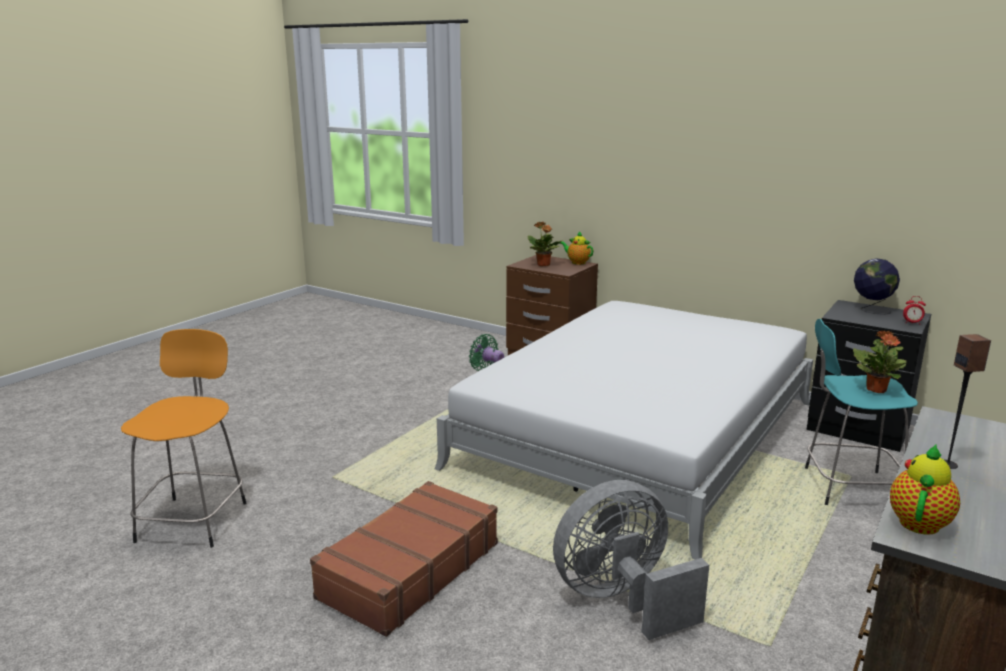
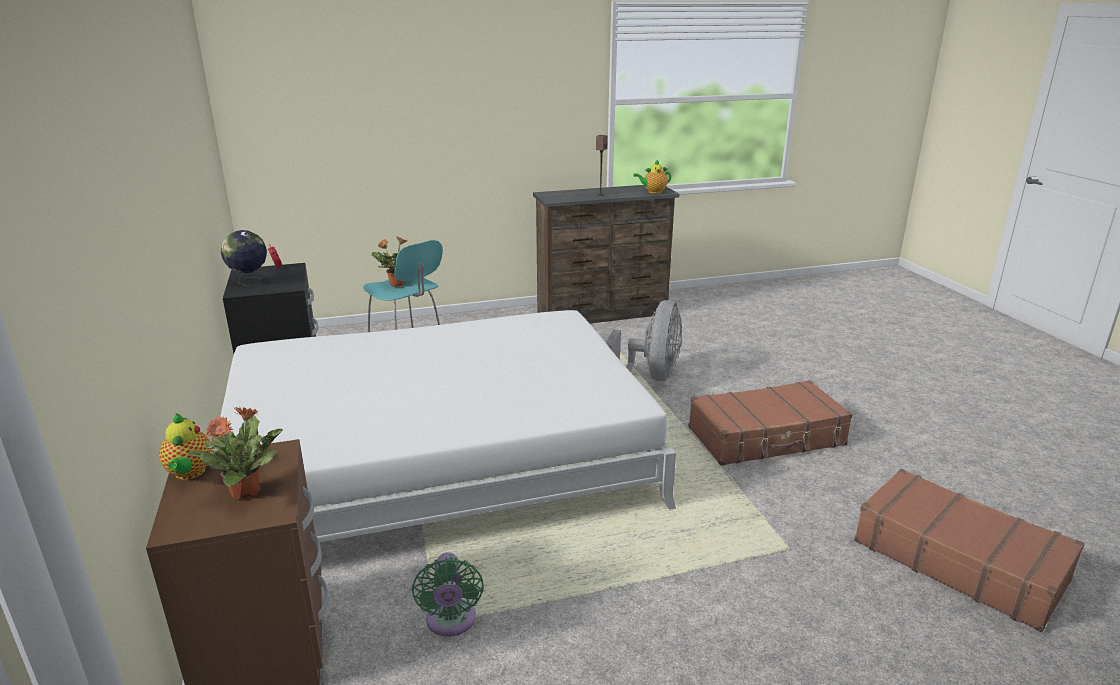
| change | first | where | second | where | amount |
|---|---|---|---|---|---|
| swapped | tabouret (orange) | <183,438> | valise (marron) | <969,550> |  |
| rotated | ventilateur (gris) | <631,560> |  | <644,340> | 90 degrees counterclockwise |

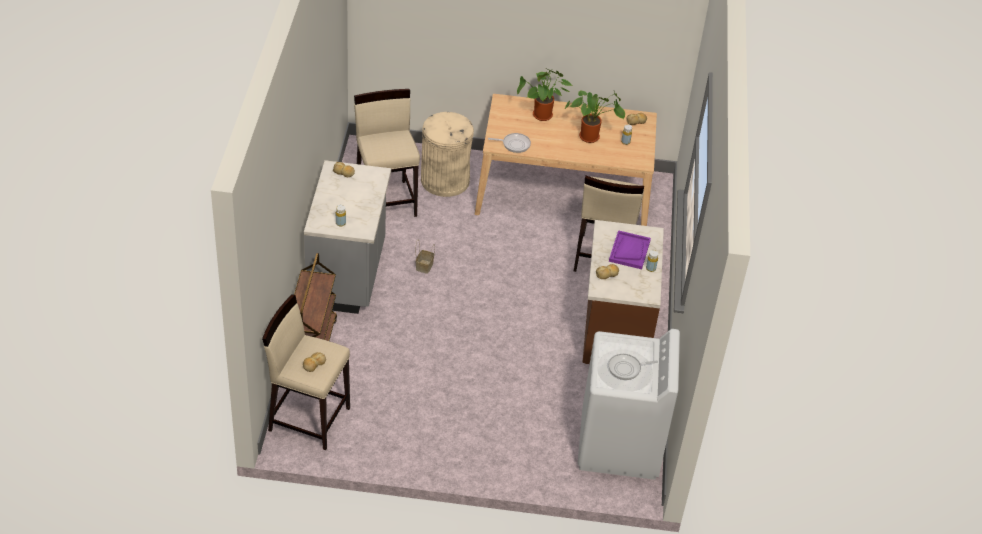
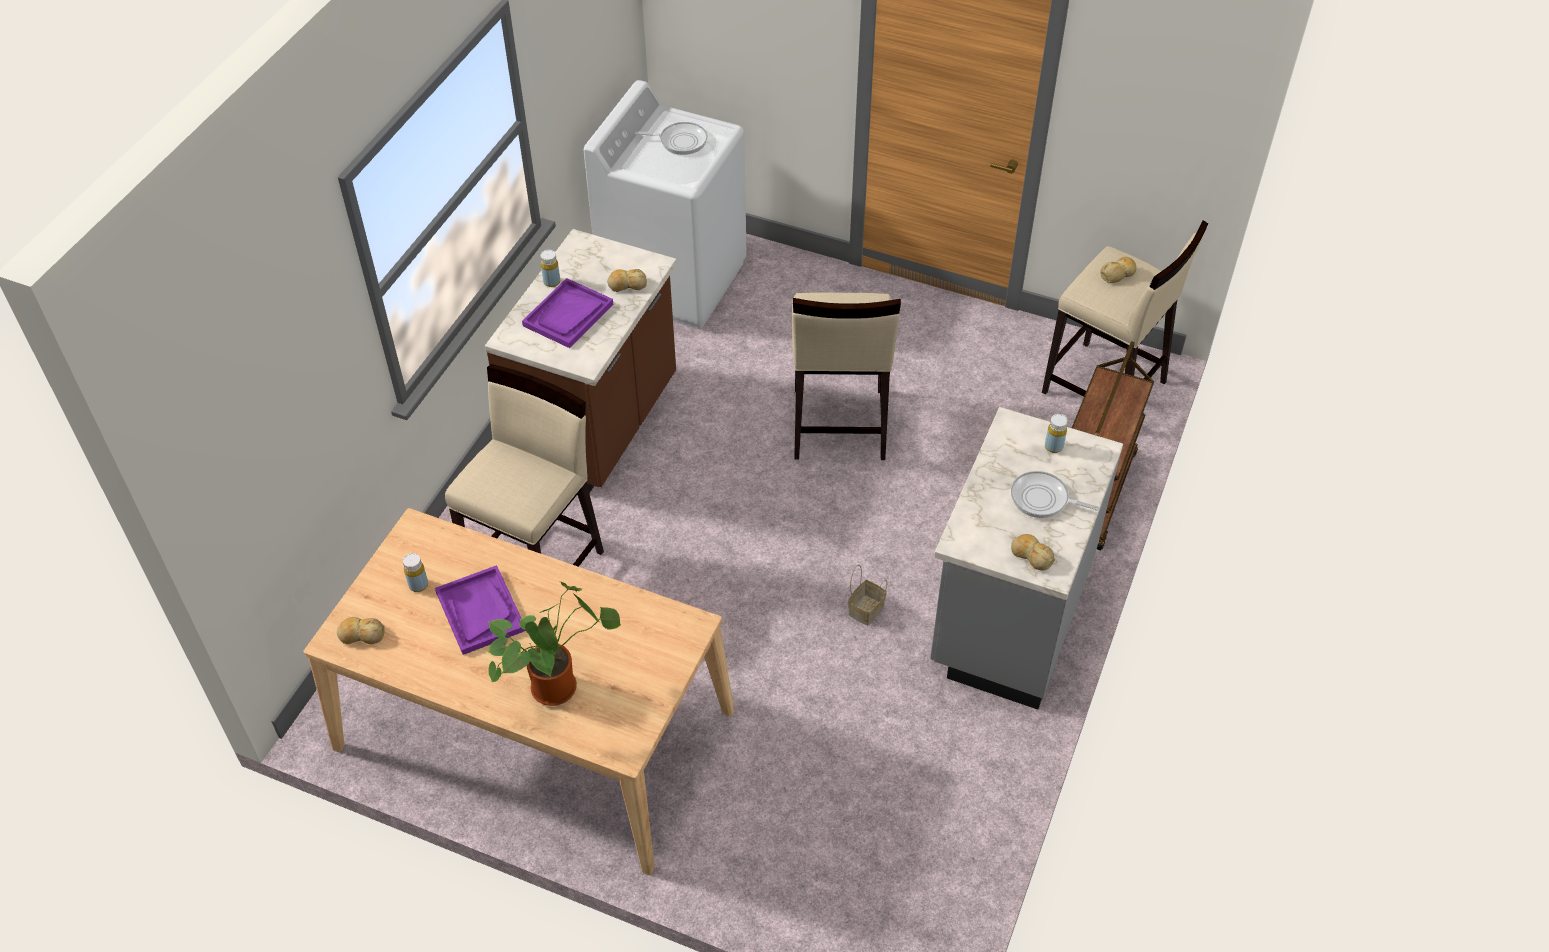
| change | first | where | second | where | amount |
|---|---|---|---|---|---|
| shifted | tabouret (beige) | <387,153> |  | <846,376> |  |
| swapped | plante en pot | <595,116> | plateau (violet) | <480,610> |  |
| gone | poubelle (beige) | <447,154> |  |  |  |
| shifted | poêle | <509,143> |  | <1055,494> |  |

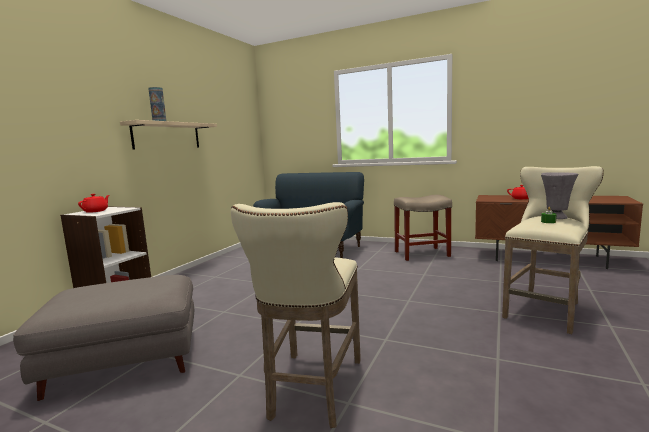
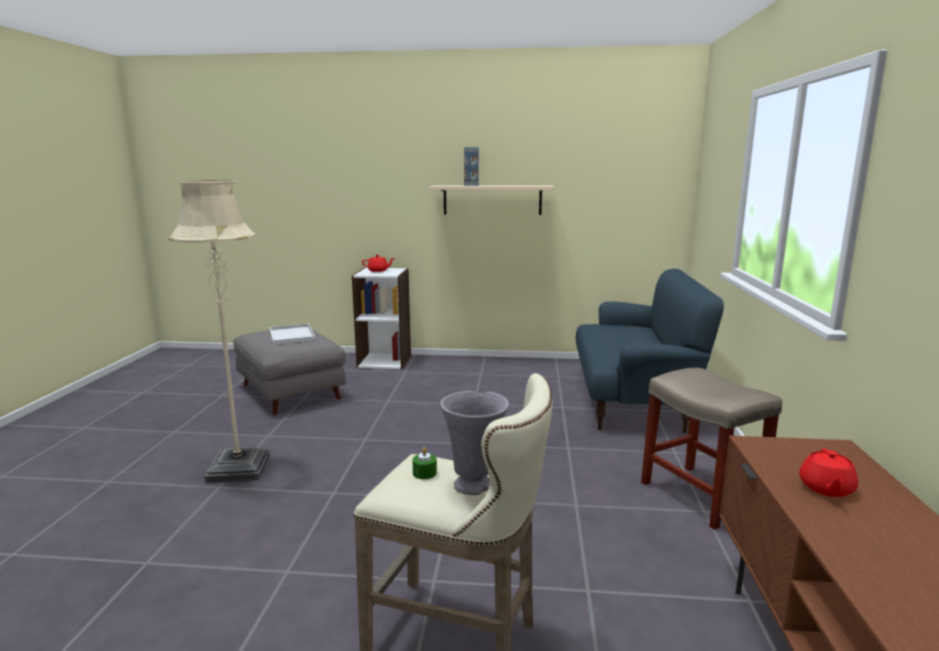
| change | first | where | second | where | amount |
|---|---|---|---|---|---|
| swapped | tabouret (beige) | <296,315> | lampadaire (beige) | <219,332> |  |
| new |  |  | plateau (blanc) | <292,334> |  |

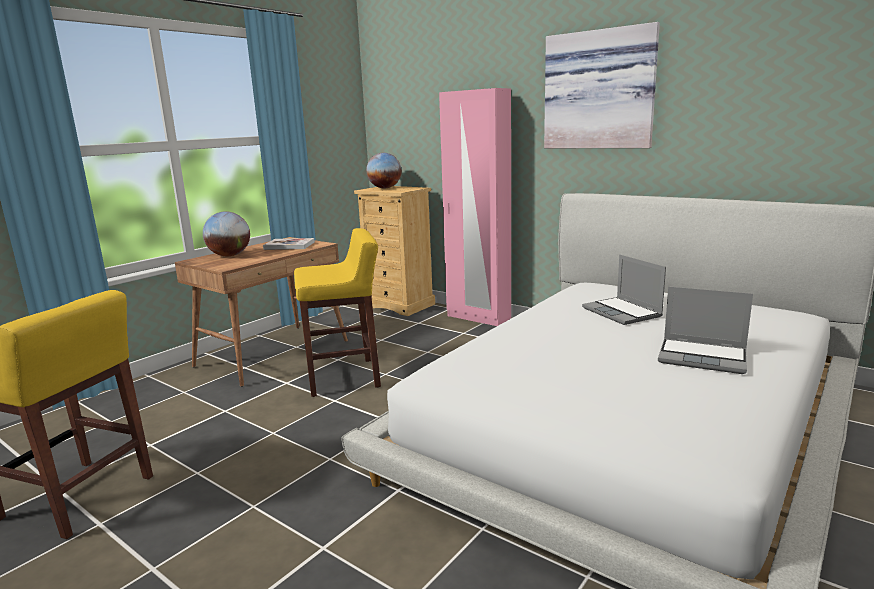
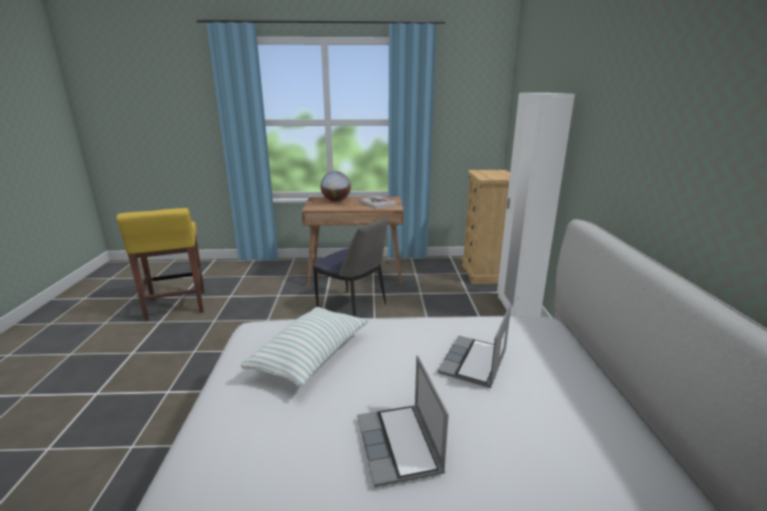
| change | first | where | second | where | amount |
|---|---|---|---|---|---|
| gone | tableau | <602,85> |  |  |  |
| repainted | armoire (rose) | <475,207> | armoire (blanc) | <536,205> |  |
| gone | globe | <384,170> |  |  |  |
| swapped | tabouret (jaune) | <337,312> | chaise | <350,267> |  |
| new |  |  | coussin | <304,347> |  |

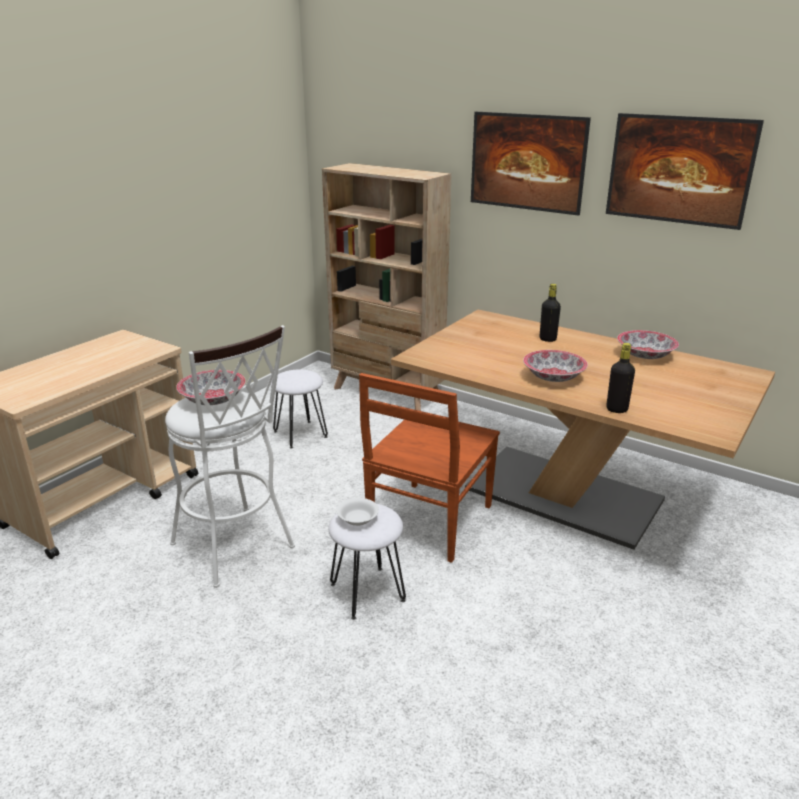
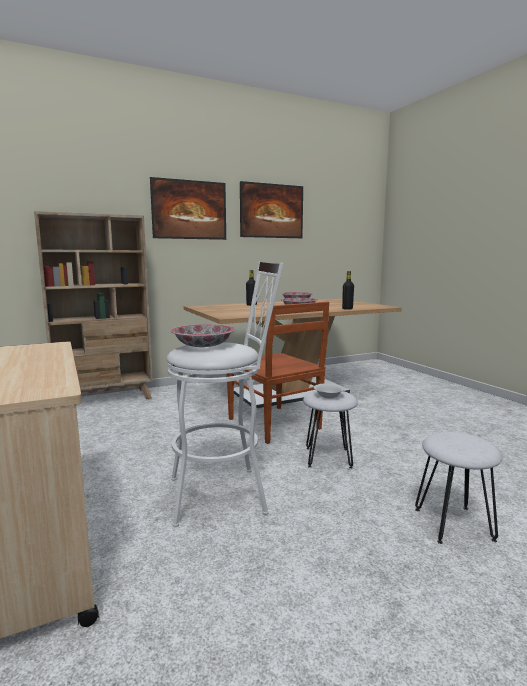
| change | first | where | second | where | amount |
|---|---|---|---|---|---|
| shifted | tabouret (blanc) | <299,408> |  | <458,488> |  |

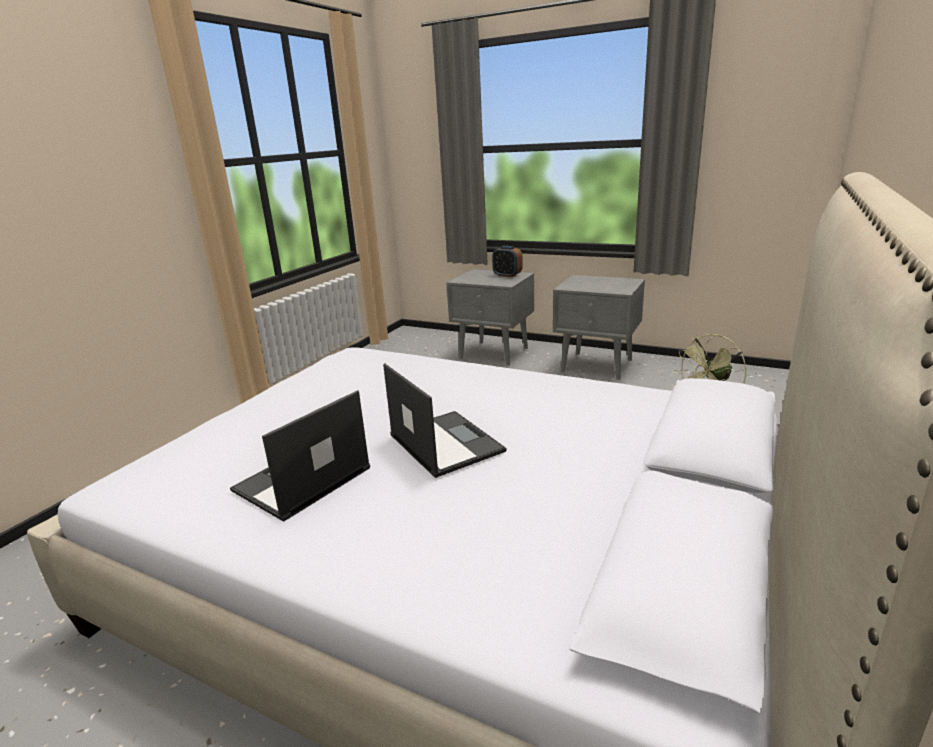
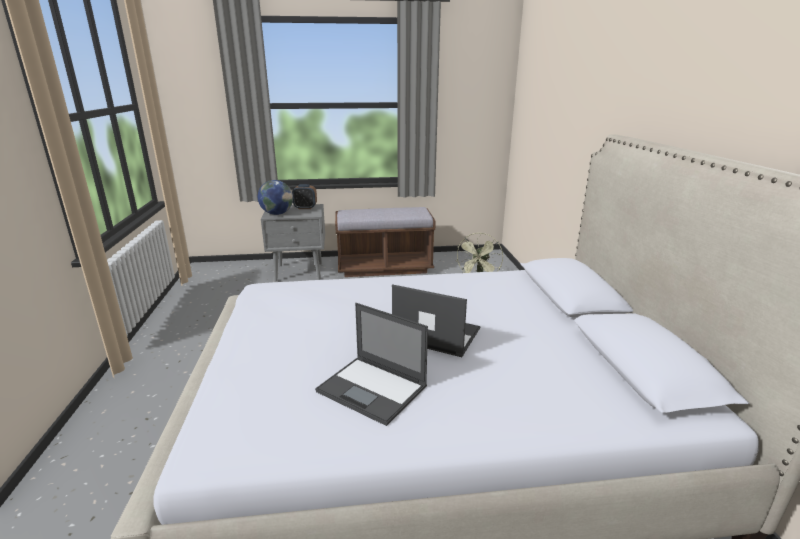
| change | first | where | second | where | amount |
|---|---|---|---|---|---|
| swapped | table de chevet (gris) | <599,327> | banc (marron) | <385,242> |  |
| rotated | ordinateur portable | <300,456> |  | <371,364> | 60 degrees counterclockwise |
| new |  |  | globe | <275,197> |  |

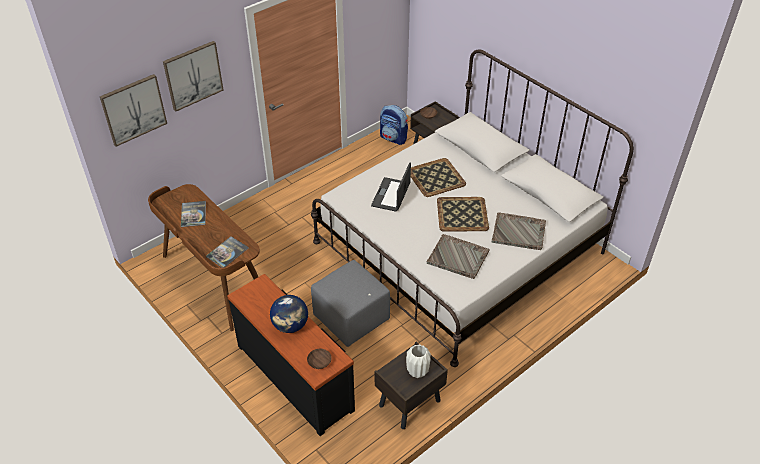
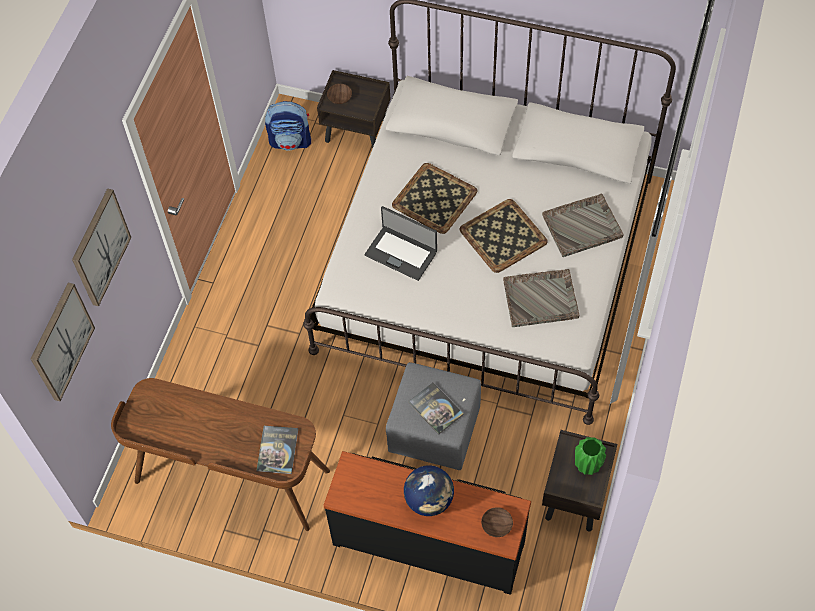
| change | first | where | second | where | amount |
|---|---|---|---|---|---|
| rotated | ordinateur portable | <391,187> |  | <400,243> | 45 degrees counterclockwise |
| shifted | livre | <193,214> |  | <436,408> |  |
| repainted | vase (blanc) | <418,361> | vase (vert) | <590,456> |  |

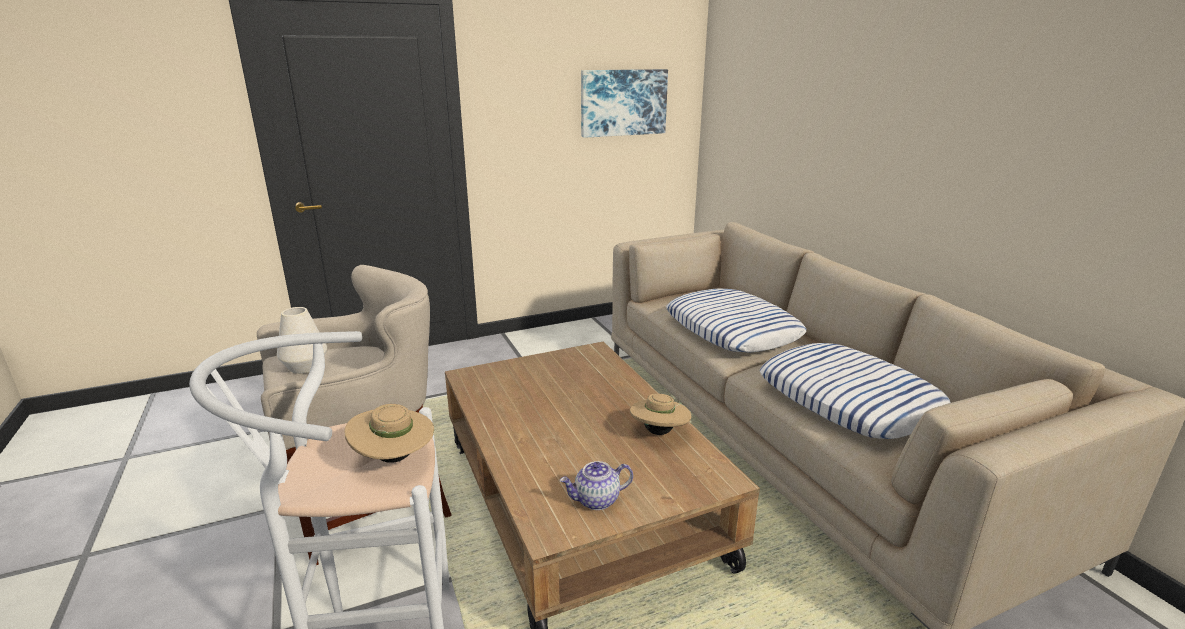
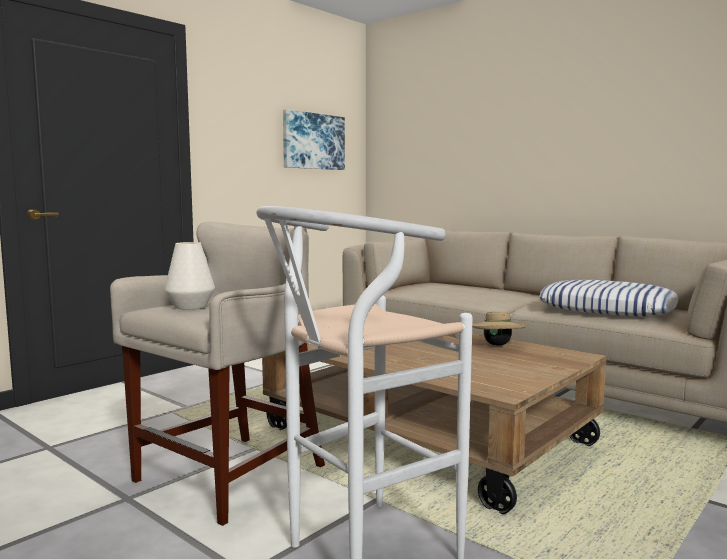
| change | first | where | second | where | amount |
|---|---|---|---|---|---|
| gone | coussin | <736,320> |  |  |  |
| gone | chapeau (beige) | <389,433> |  |  |  |
| gone | théière | <596,485> |  |  |  |

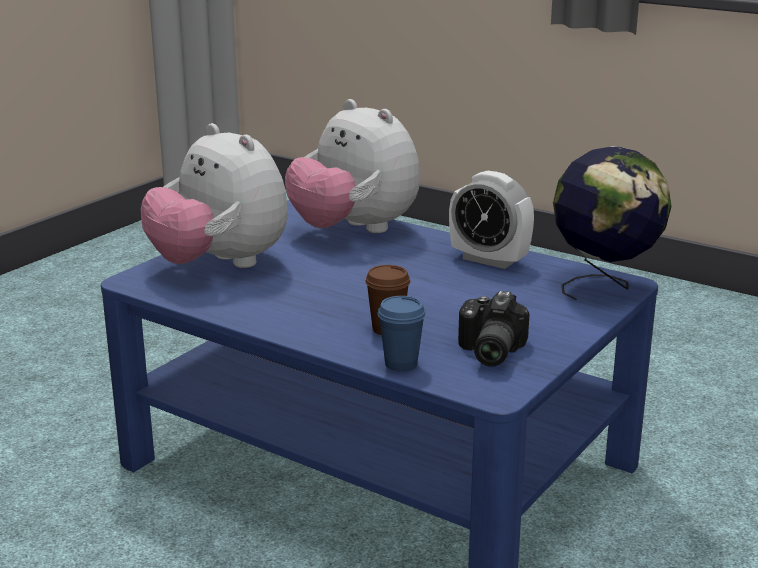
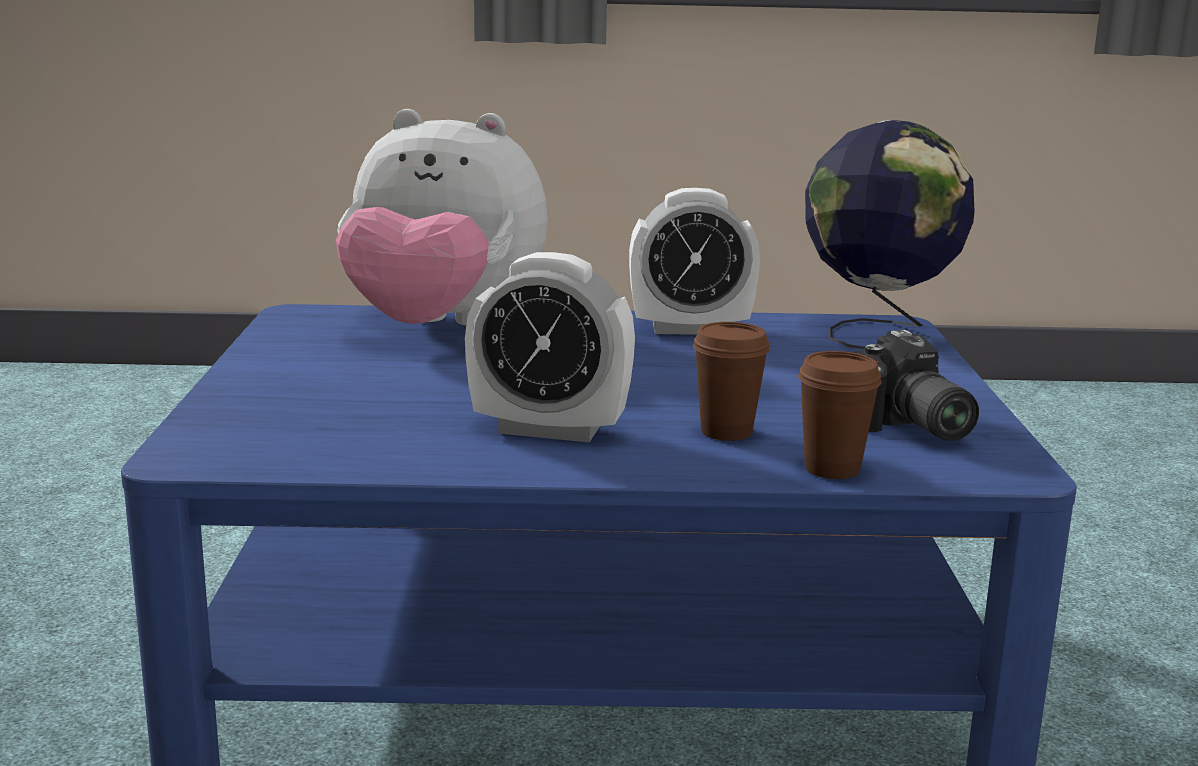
| change | first | where | second | where | amount |
|---|---|---|---|---|---|
| gone | peluche | <214,195> |  |  |  |
| repainted | tasse (bleu) | <402,334> | tasse (marron) | <840,415> |  |
| new |  |  | réveil | <550,347> |  |

